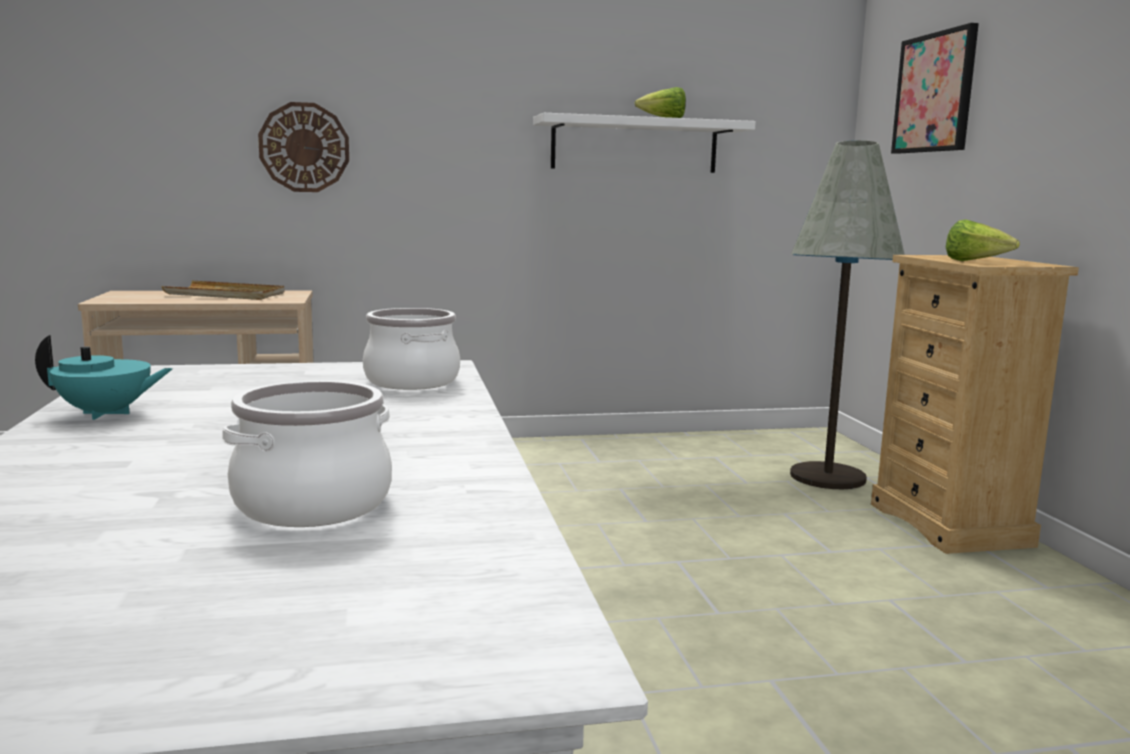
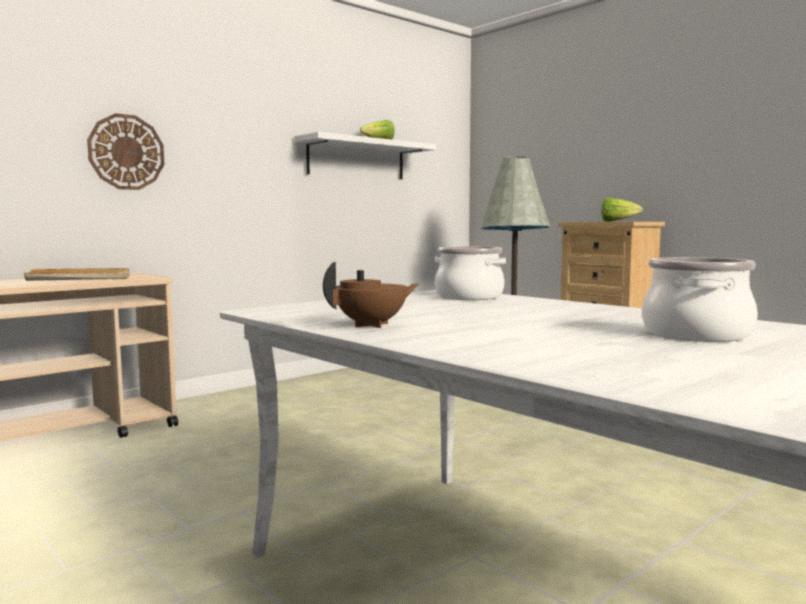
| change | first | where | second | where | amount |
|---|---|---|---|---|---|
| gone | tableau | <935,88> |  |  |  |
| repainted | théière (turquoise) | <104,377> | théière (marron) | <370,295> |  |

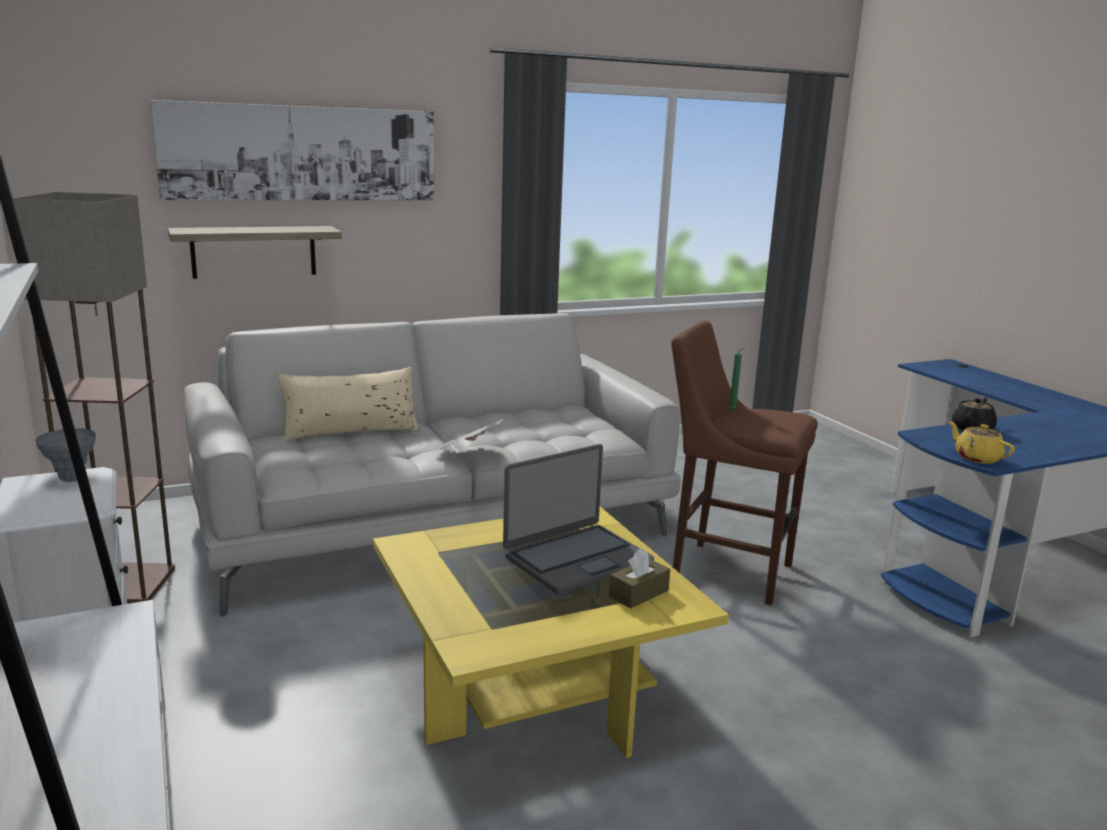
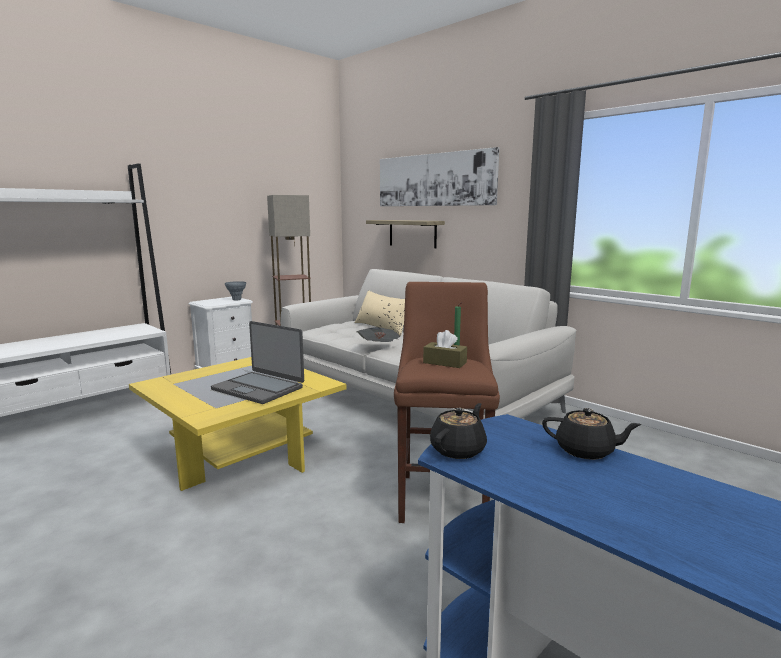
| change | first | where | second | where | amount |
|---|---|---|---|---|---|
| repainted | théière (jaune) | <981,442> | théière (noir) | <458,431> |  |
| shifted | boîte à mouchoirs (marron) | <639,578> |  | <445,349> |  |

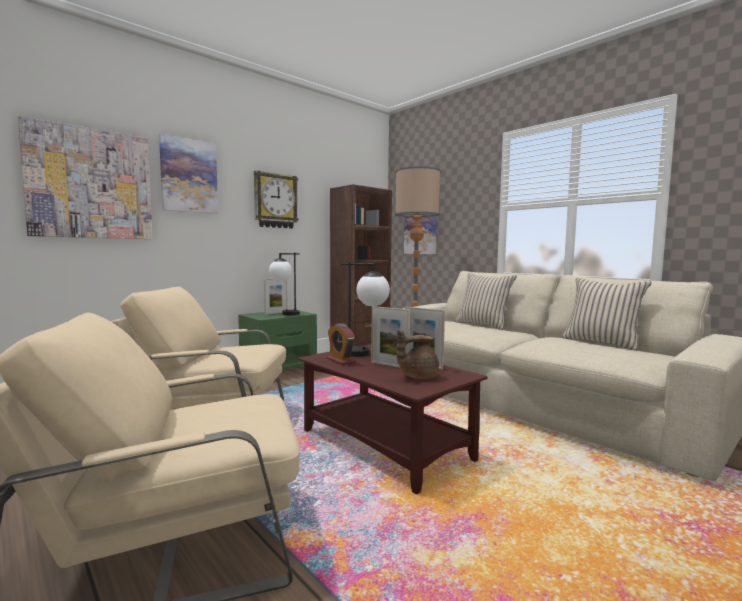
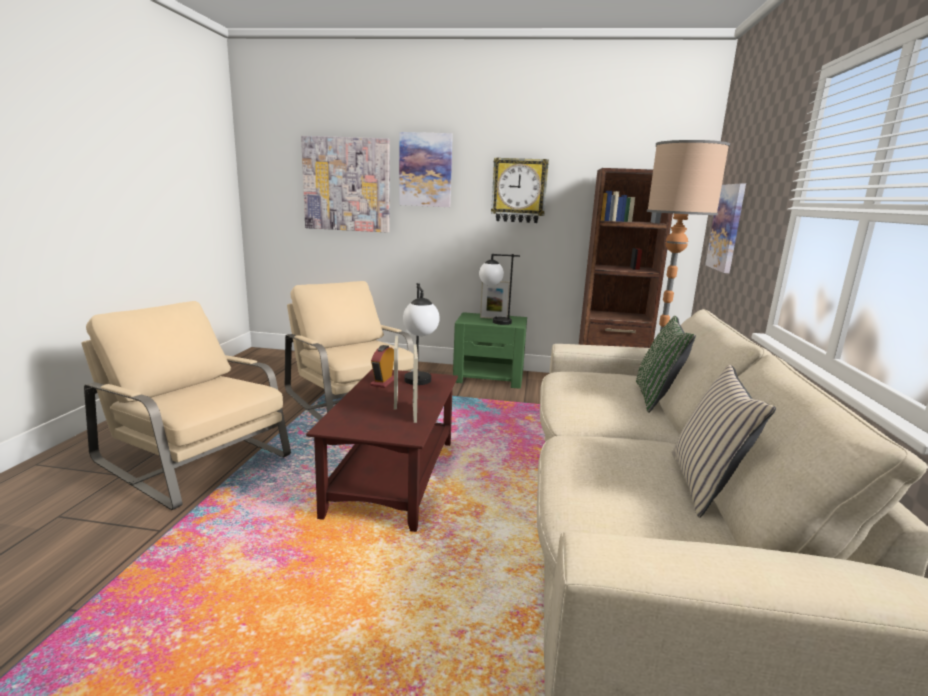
| change | first | where | second | where | amount |
|---|---|---|---|---|---|
| repainted | coussin (beige) | <486,301> | coussin (vert) | <666,364> |  |
| gone | théière (marron) | <418,354> |  |  |  |

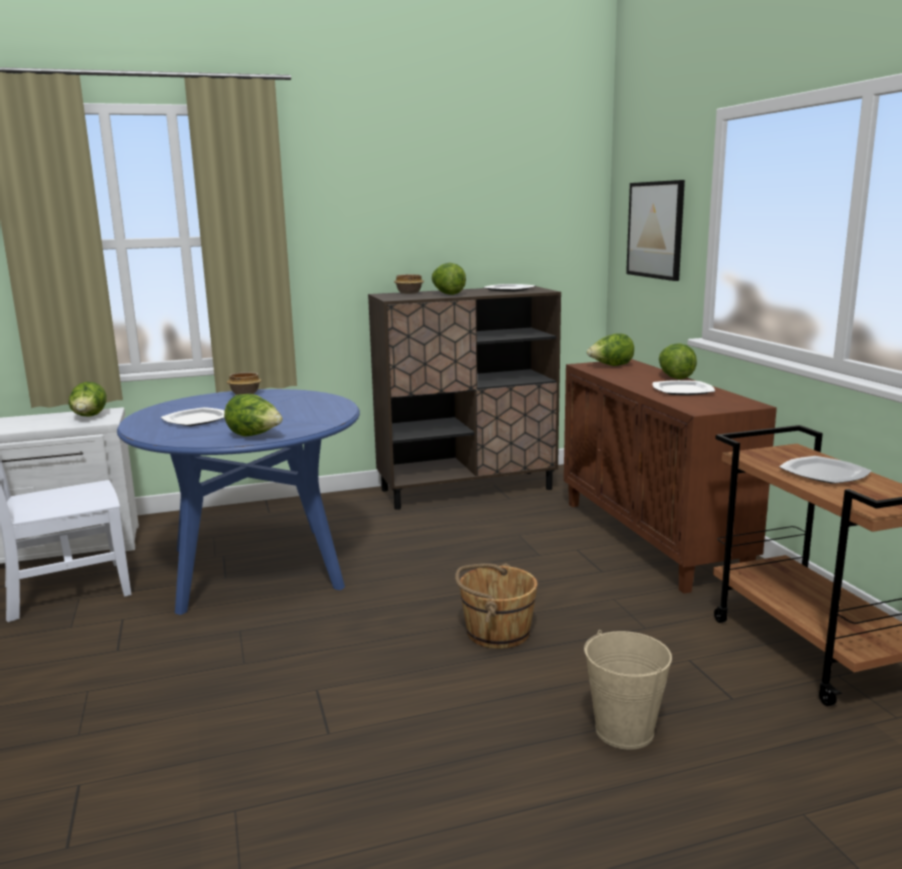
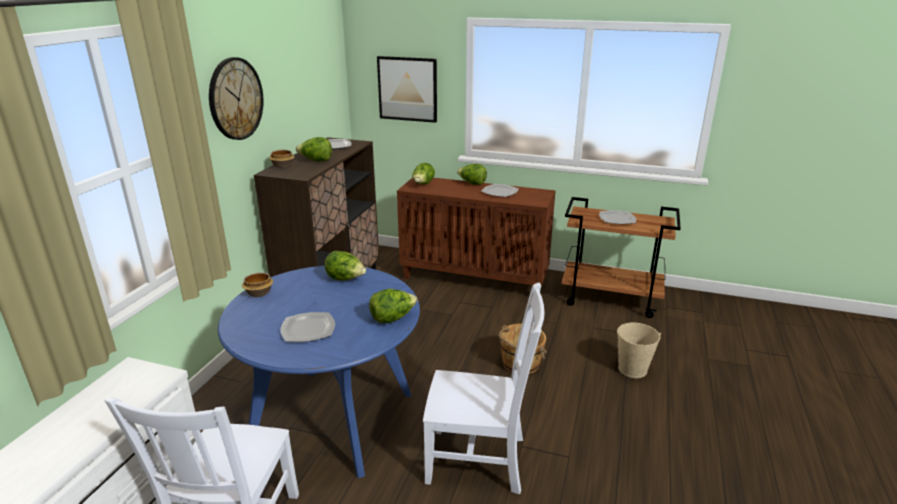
| change | first | where | second | where | amount |
|---|---|---|---|---|---|
| shifted | laitue | <88,399> |  | <345,265> |  |
| new |  |  | horloge murale | <236,98> |  |
| new |  |  | chaise (blanc) | <484,388> |  |

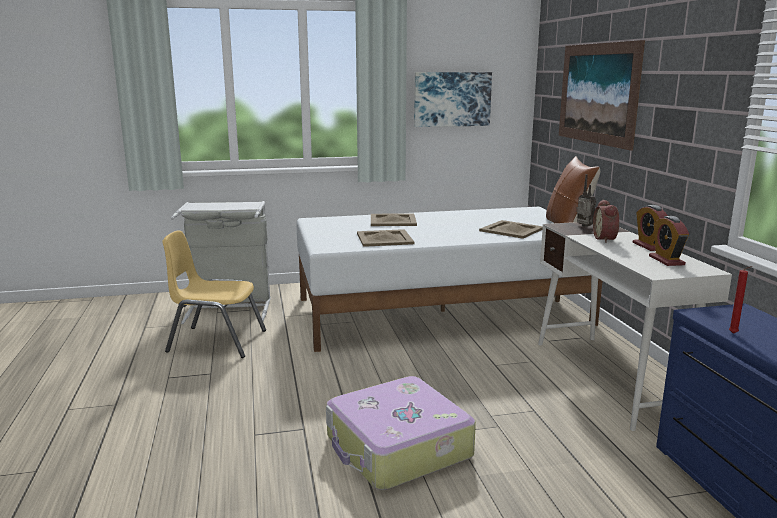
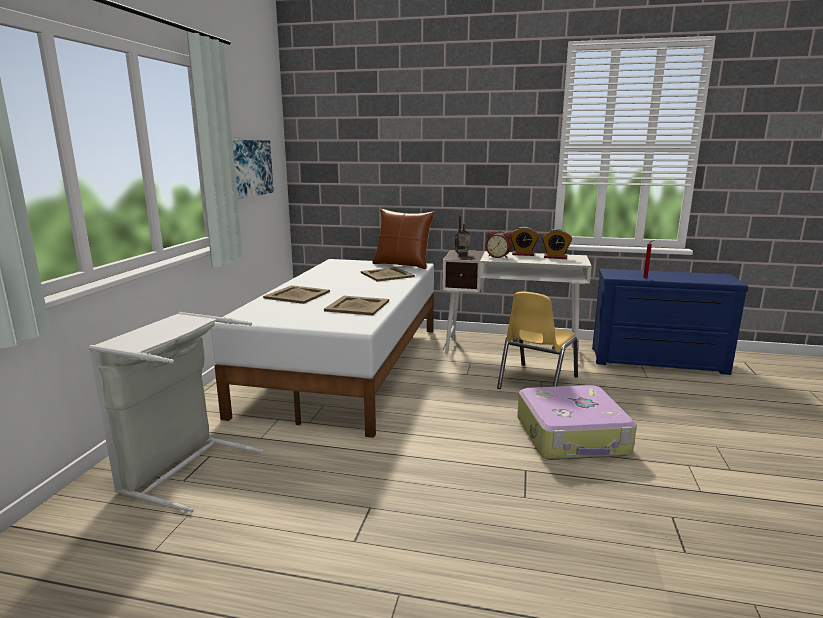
| change | first | where | second | where | amount |
|---|---|---|---|---|---|
| gone | tableau | <602,95> |  |  |  |
| shifted | chaise (jaune) | <214,294> |  | <537,340> |  |

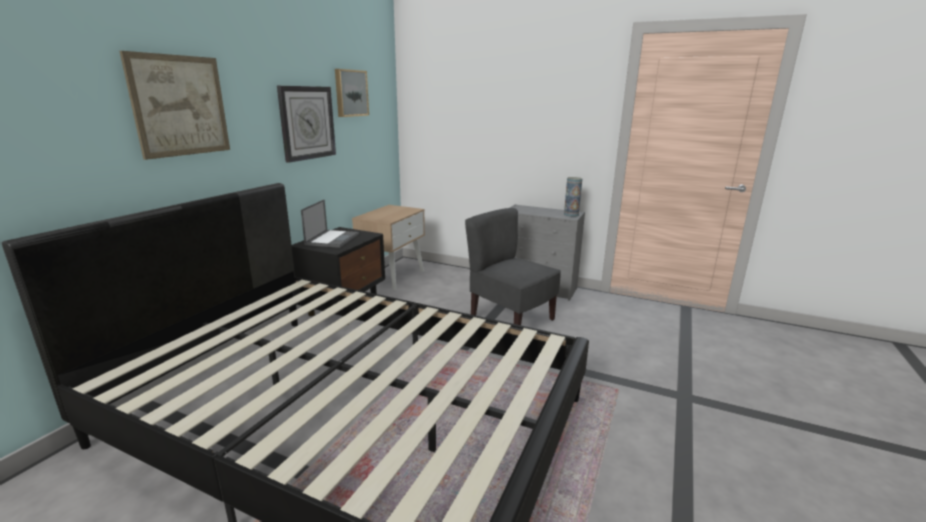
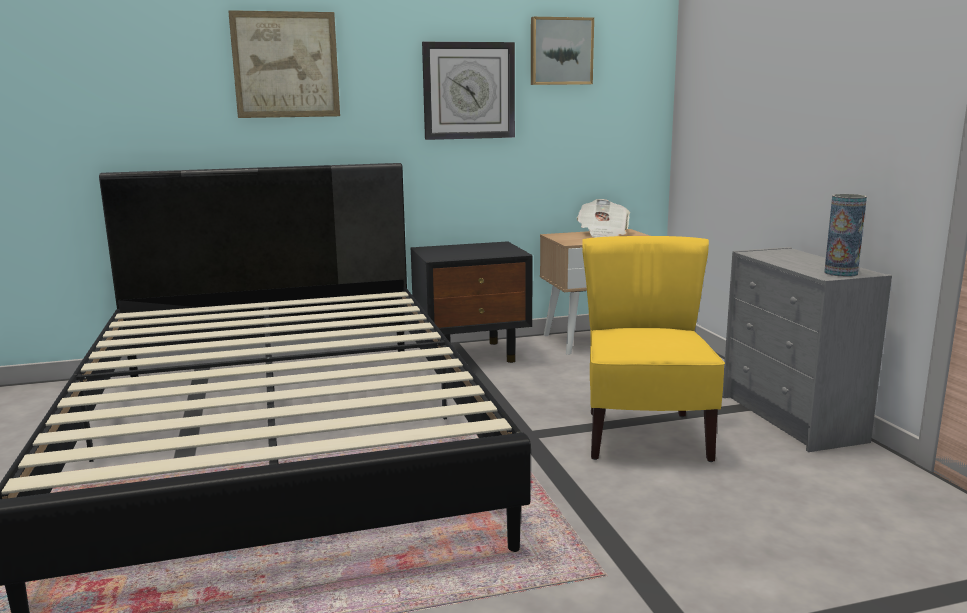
| change | first | where | second | where | amount |
|---|---|---|---|---|---|
| gone | ordinateur portable | <330,223> |  |  |  |
| repainted | chaise (gris) | <513,266> | chaise (jaune) | <653,349> |  |
| new |  |  | journal | <603,218> |  |

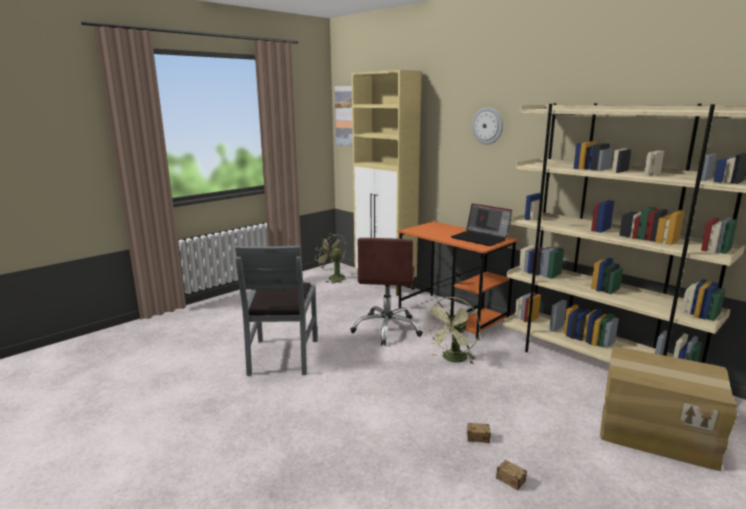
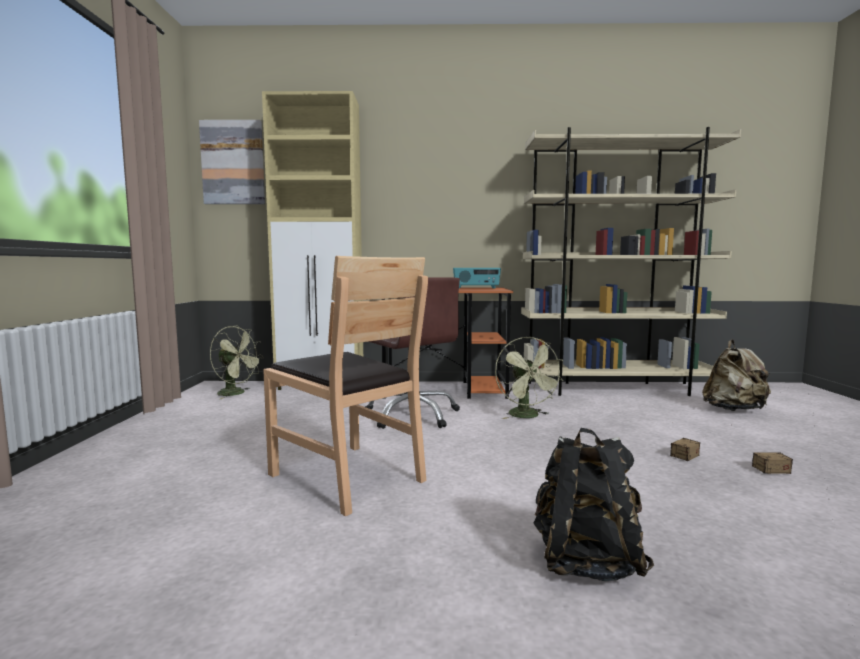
| change | first | where | second | where | amount |
|---|---|---|---|---|---|
| gone | horloge murale | <487,126> |  |  |  |
| swapped | ordinateur portable | <481,224> | radio | <477,278> |  |
| rotated | ventilateur (vert) | <330,258> |  | <236,362> | 150 degrees counterclockwise |
| repainted | chaise (gris) | <276,311> | chaise (marron) | <345,386> |  |
| swapped | carton | <668,408> | sac à dos (beige) | <736,375> |  |
| new |  |  | sac à dos (noir) | <593,504> |  |

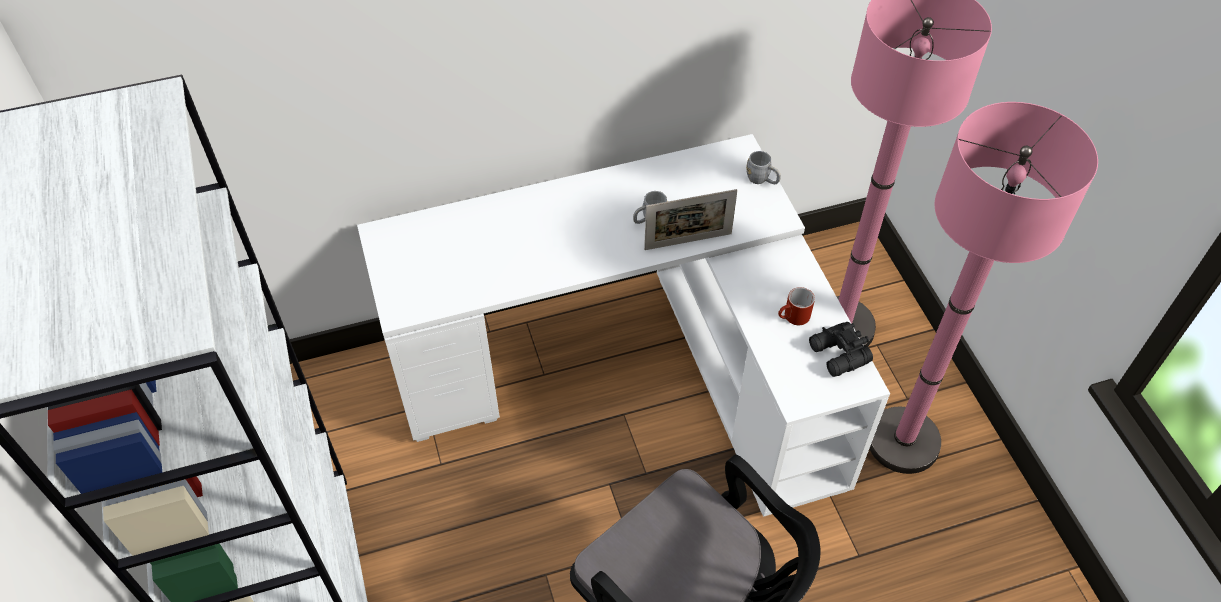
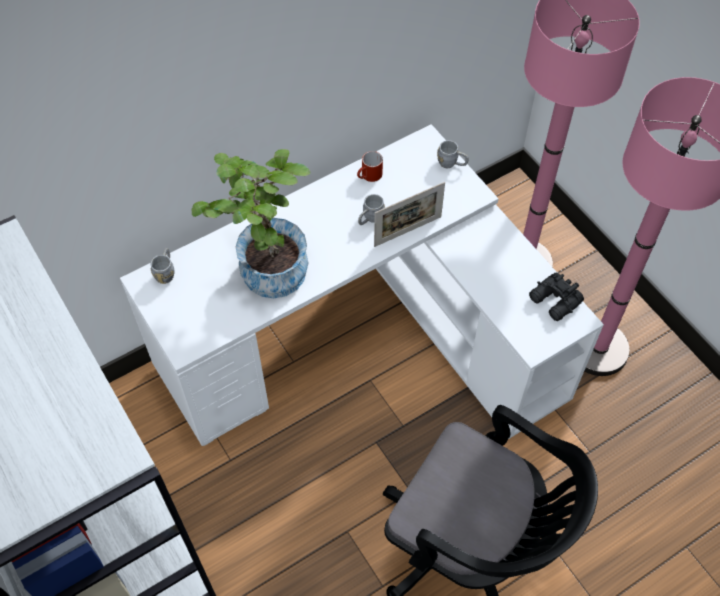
| change | first | where | second | where | amount |
|---|---|---|---|---|---|
| shifted | mug (rouge) | <796,306> |  | <370,166> |  |
| new |  |  | plante en pot | <251,223> |  |
| new |  |  | mug (gris) | <162,266> |  |

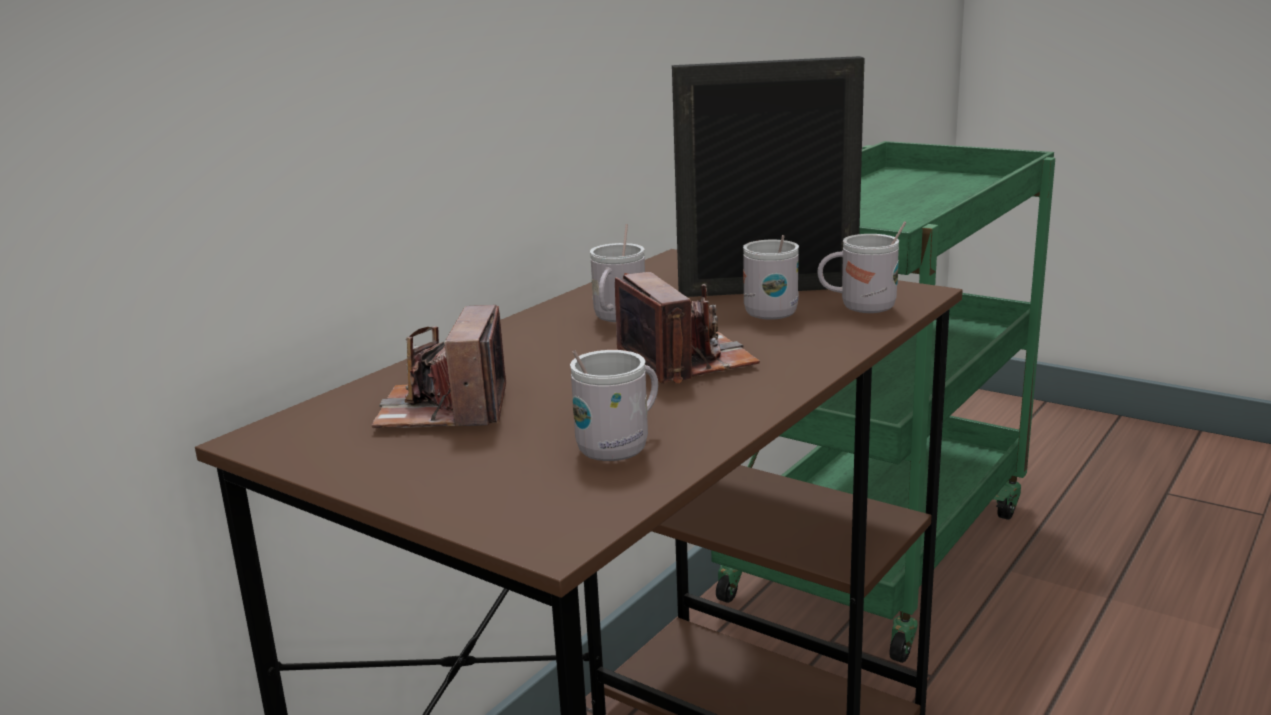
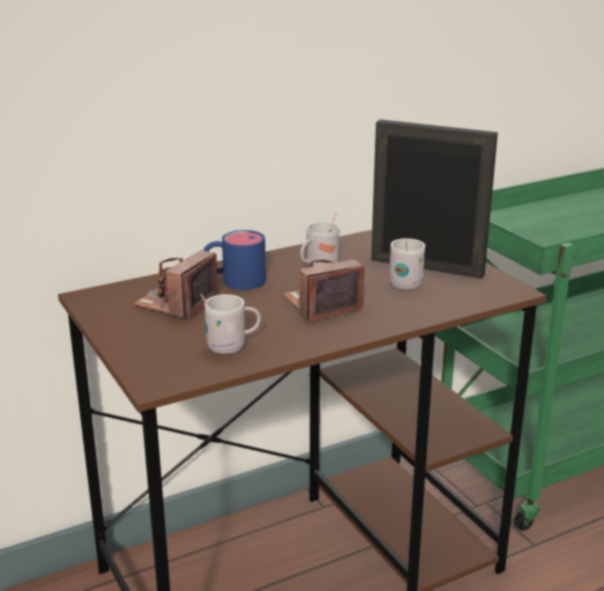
| change | first | where | second | where | amount |
|---|---|---|---|---|---|
| gone | mug (blanc) | <862,267> |  |  |  |
| rotated | appareil photo | <687,328> |  | <324,290> | 120 degrees counterclockwise |
| new |  |  | mug (bleu) | <234,260> |  |

